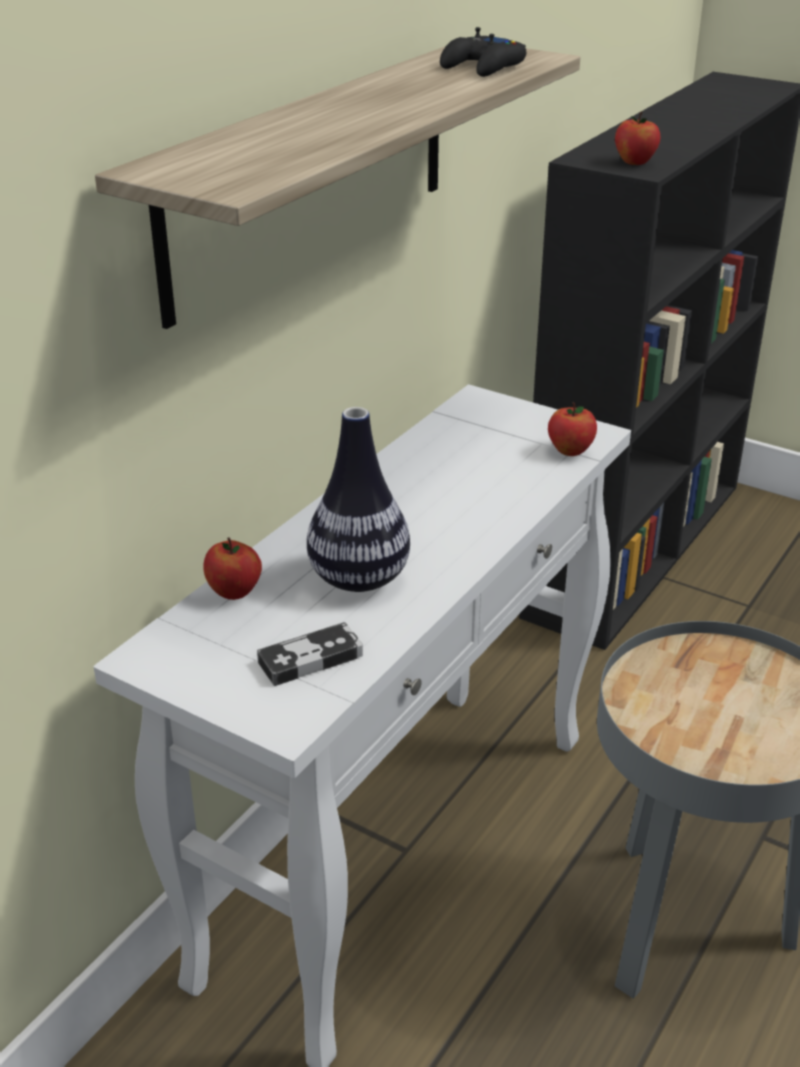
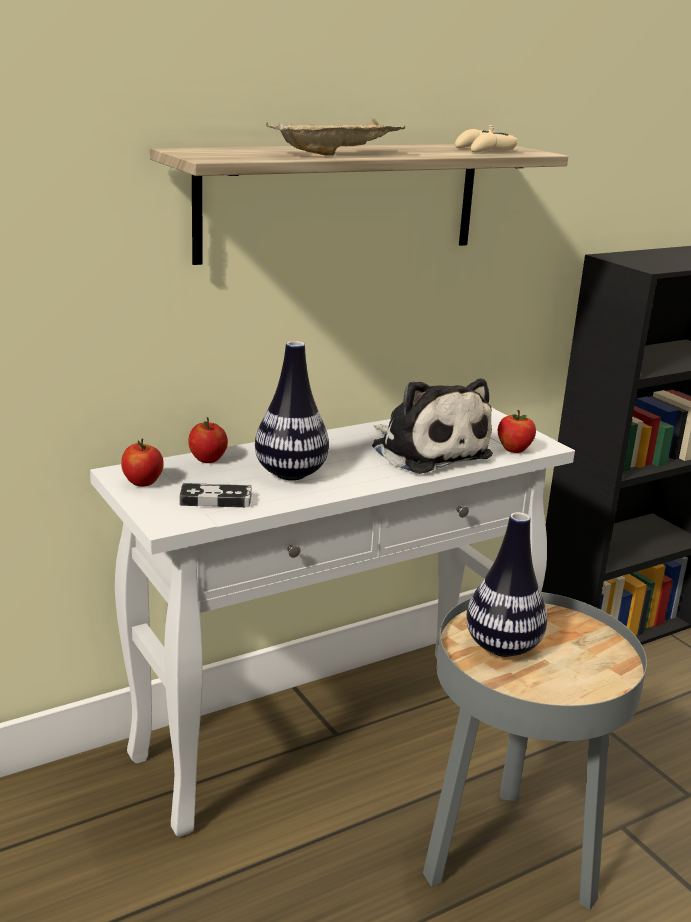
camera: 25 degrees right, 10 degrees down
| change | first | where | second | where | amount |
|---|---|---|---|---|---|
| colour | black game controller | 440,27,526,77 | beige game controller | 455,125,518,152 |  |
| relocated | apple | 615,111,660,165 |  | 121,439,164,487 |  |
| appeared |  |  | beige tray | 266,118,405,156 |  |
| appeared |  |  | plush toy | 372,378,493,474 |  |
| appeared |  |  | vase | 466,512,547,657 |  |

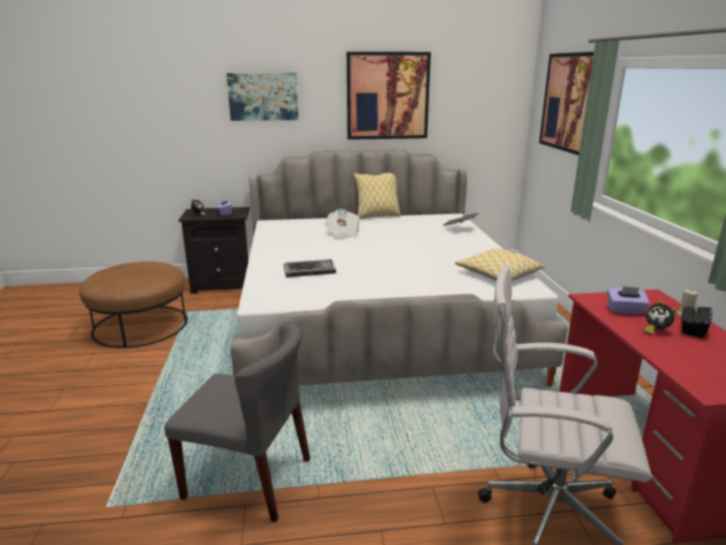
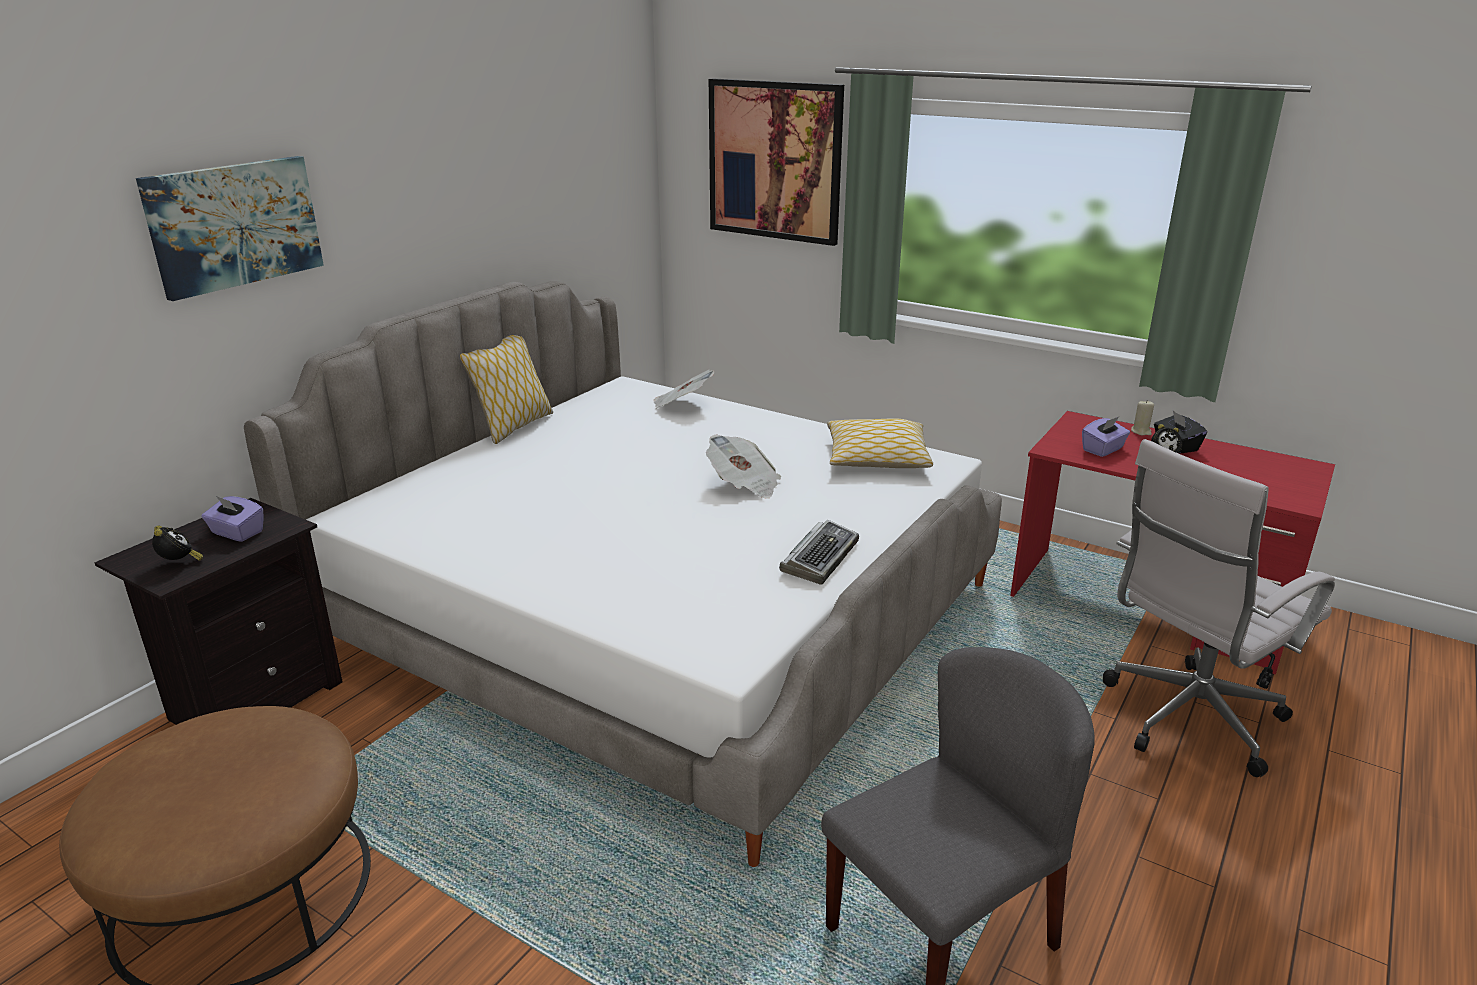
camera: 50 degrees left, 5 degrees up
| change | first | where | second | where | amount |
|---|---|---|---|---|---|
| missing | picture | 347,52,431,140 |  |  |  |
| relocated | newspaper | 325,209,360,240 |  | 706,435,781,499 |  |
| relocated | keyboard | 284,259,336,277 |  | 779,520,859,585 |  |

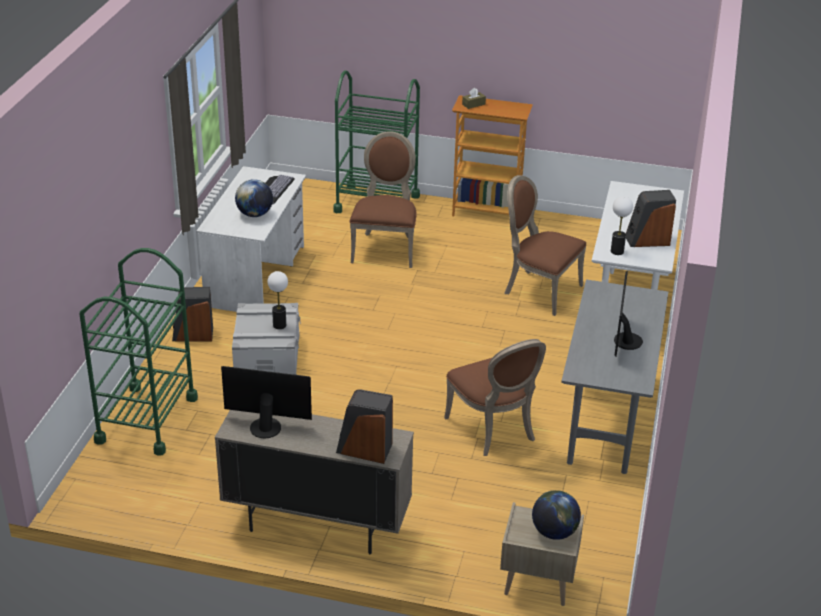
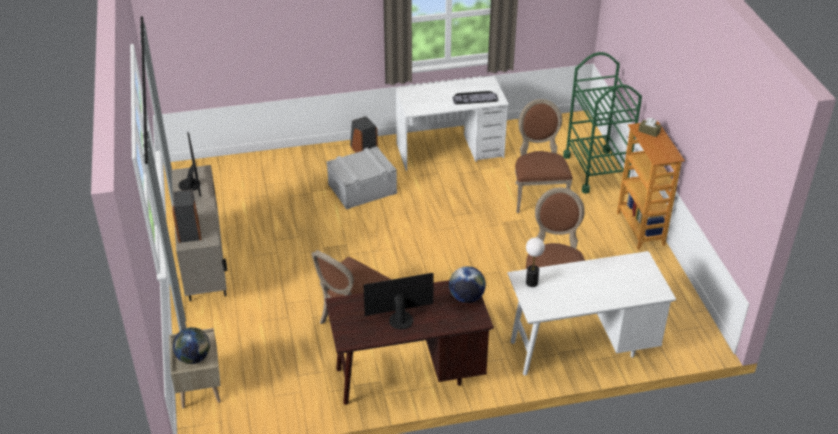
camera: 65 degrees right, 5 degrees up
| change | first | where | second | where | amount |
|---|---|---|---|---|---|
| spun | brown chair | 350,131,417,268 |  | 515,99,573,213 | 75 degrees counterclockwise |
| relocated | globe | 235,179,273,217 |  | 449,266,486,303 |  |
| missing | speaker | 626,190,676,247 |  |  |  |
| missing | green cart | 79,248,198,455 |  |  |  |
| missing | table lamp | 267,271,288,329 |  |  |  |
| colour | grey desk | 561,280,668,474 | brown desk | 325,280,494,405 |  |

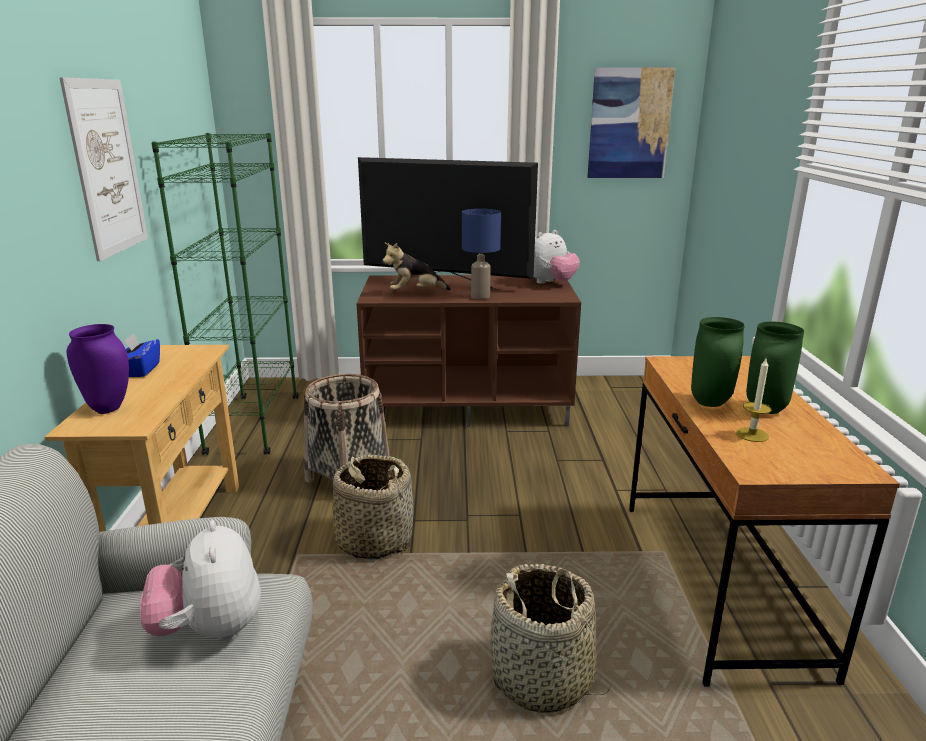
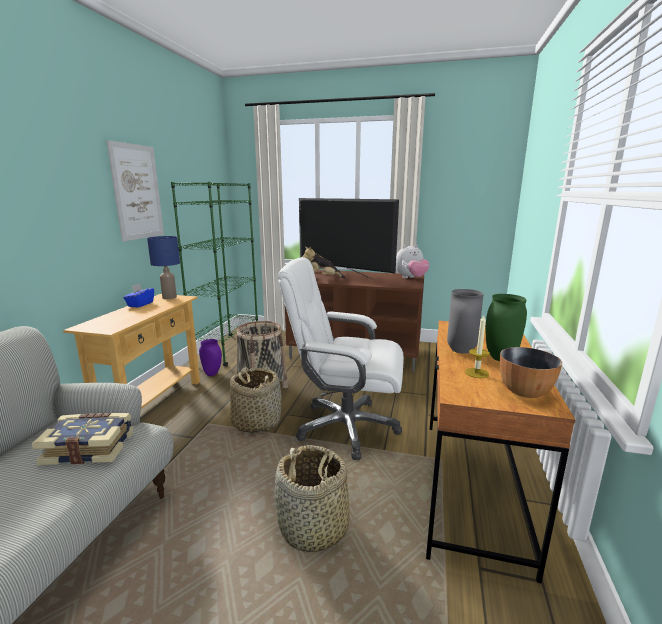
camera: 15 degrees right, 5 degrees down
| change | first | where | second | where | amount |
|---|---|---|---|---|---|
| missing | picture | 588,67,675,178 |  |  |  |
| relocated | blue table lamp | 462,209,501,299 |  | 147,236,180,299 |  |
| colour | green vase | 691,317,745,407 | grey vase | 447,289,484,354 |  |
| relocated | purple vase | 67,324,129,414 |  | 199,339,222,376 |  |
| exchanged | plush toy | 140,520,261,641 | book | 32,413,133,465 |  |
| appeared |  |  | white office chair | 278,257,404,460 |  |
| appeared |  |  | bowl | 500,347,562,398 |  |

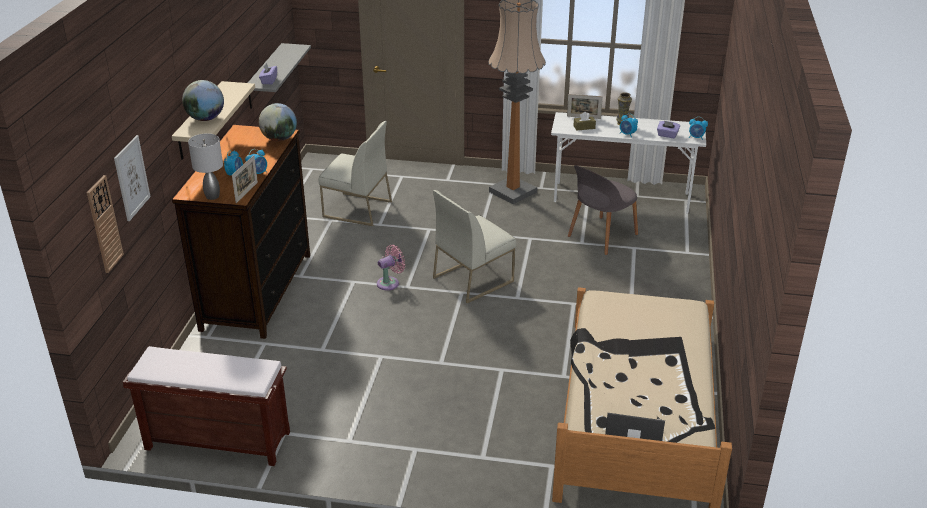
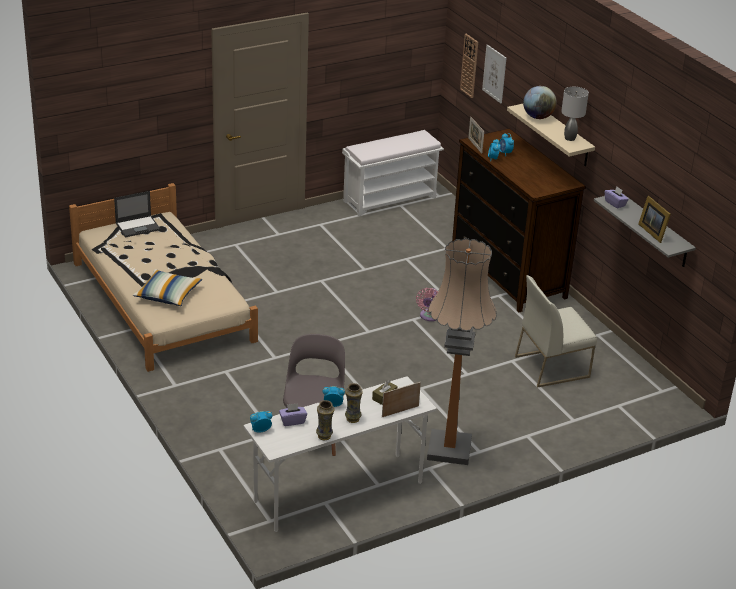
camera: 140 degrees right, 0 degrees up
| change | first | where | second | where | amount |
|---|---|---|---|---|---|
| missing | globe | 259,103,297,141 |  |  |  |
| relocated | grey table lamp | 188,133,223,200 |  | 561,87,589,141 |  |
| missing | white chair | 433,190,516,303 |  |  |  |
| colour | brown bench | 123,346,290,466 | white bench | 342,130,444,216 |  |
| appeared |  |  | picture frame | 638,196,671,243 |  |
| appeared |  |  | pillow | 133,269,202,306 |  |
| appeared |  |  | vase | 316,400,335,440 |  |

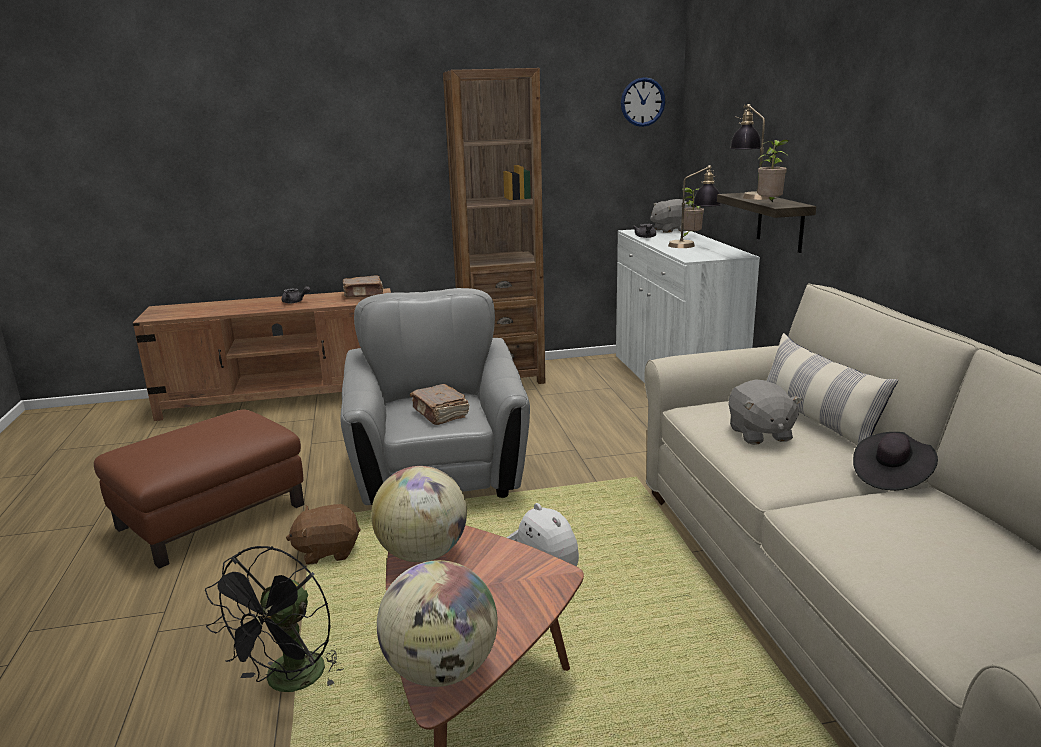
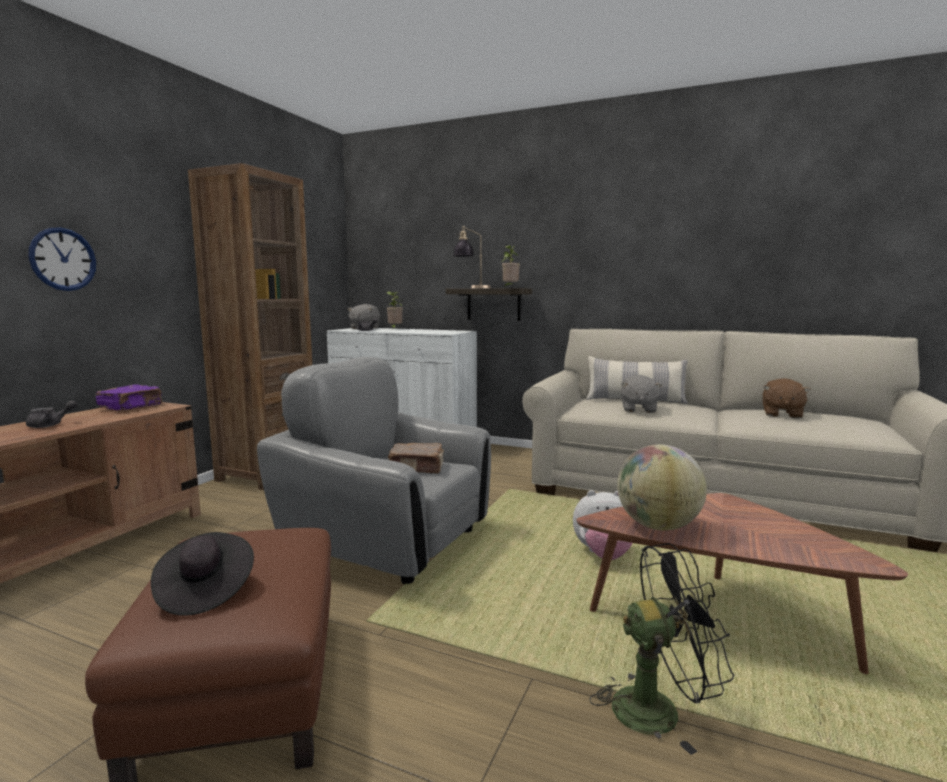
camera: 55 degrees left, 10 degrees down
| change | first | where | second | where | amount |
|---|---|---|---|---|---|
| relocated | wall clock | 621,77,665,127 |  | 29,227,96,291 |  |
| missing | table lamp | 668,165,722,248 |  |  |  |
| colour | brown book | 343,275,383,298 | purple book | 96,384,162,410 |  |
| spun | grey plush toy | 728,379,803,445 |  | 621,375,662,413 | 75 degrees clockwise |
| relocated | black hat | 853,432,938,490 |  | 151,532,254,616 |  |
| relocated | brown plush toy | 286,504,361,565 |  | 763,378,811,419 |  |
| spun | black fan | 205,546,343,692 |  | 590,543,734,755 | 60 degrees counterclockwise |
| missing | globe | 377,560,497,687 |  |  |  |

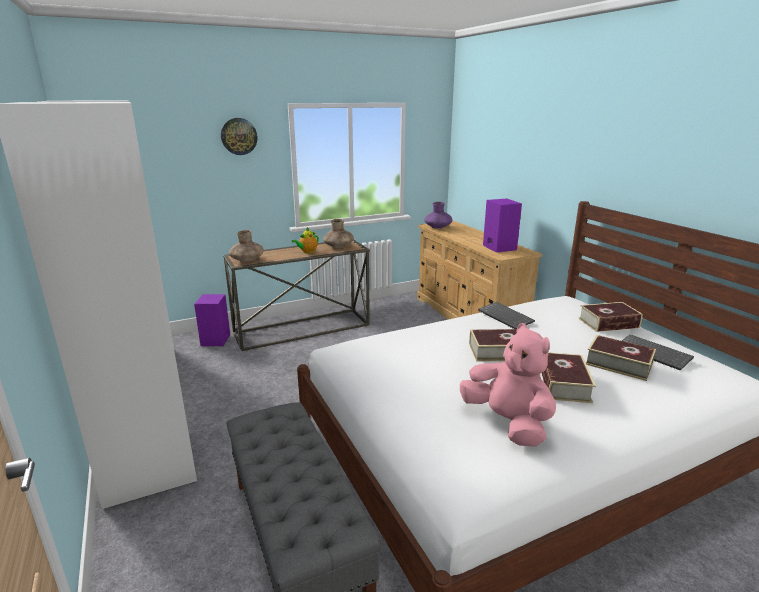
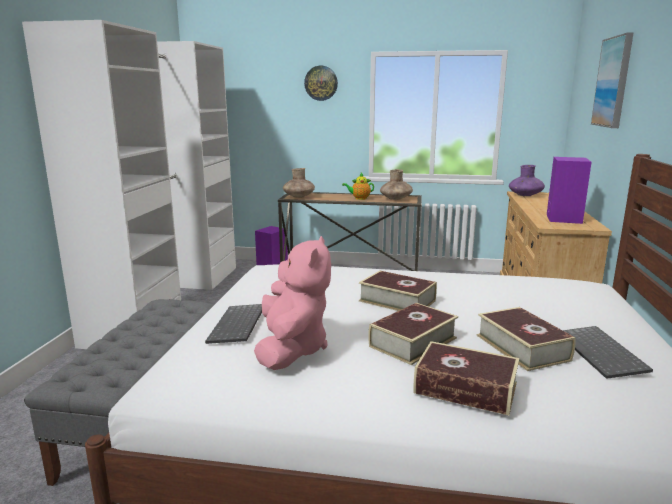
camera: 35 degrees right, 5 degrees down
| change | first | where | second | where | amount |
|---|---|---|---|---|---|
| relocated | keyboard | 478,302,535,329 |  | 205,304,262,344 |  |
| relocated | book | 578,302,643,332 |  | 414,341,519,415 |  |
| appeared |  |  | picture | 591,32,634,128 |  |

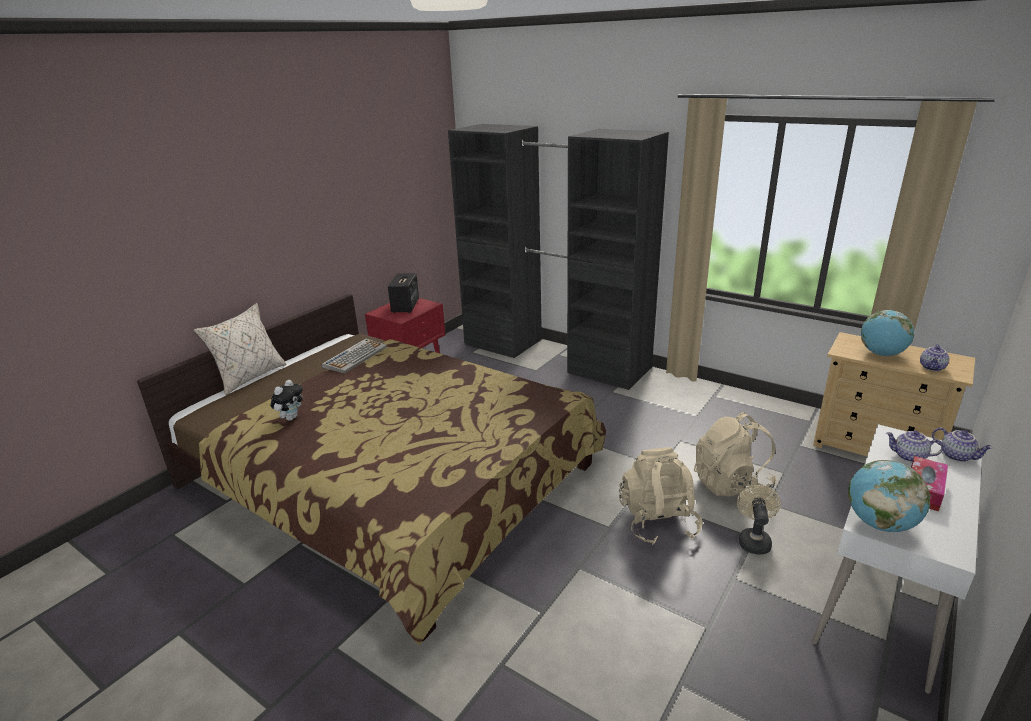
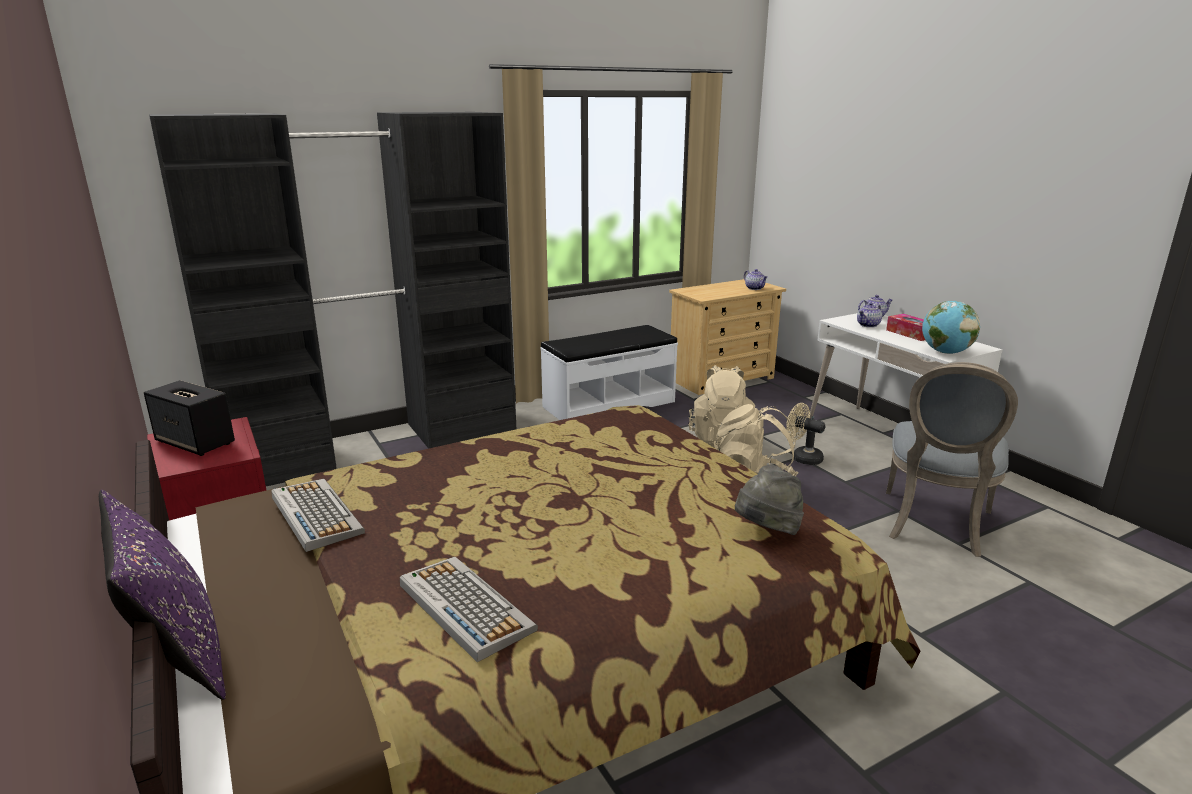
camera: 65 degrees left, 5 degrees down
| change | first | where | second | where | amount |
|---|---|---|---|---|---|
| colour | beige pillow | 193,303,287,395 | purple pillow | 99,490,226,700 |  |
| missing | globe | 861,310,914,356 |  |  |  |
| exchanged | plush toy | 271,380,303,421 | keyboard | 400,557,538,662 |  |
| appeared |  |  | white bench | 540,325,678,420 |  |
| appeared |  |  | grey chair | 886,362,1018,557 |  |
| appeared |  |  | grey hat | 735,465,804,535 |  |

